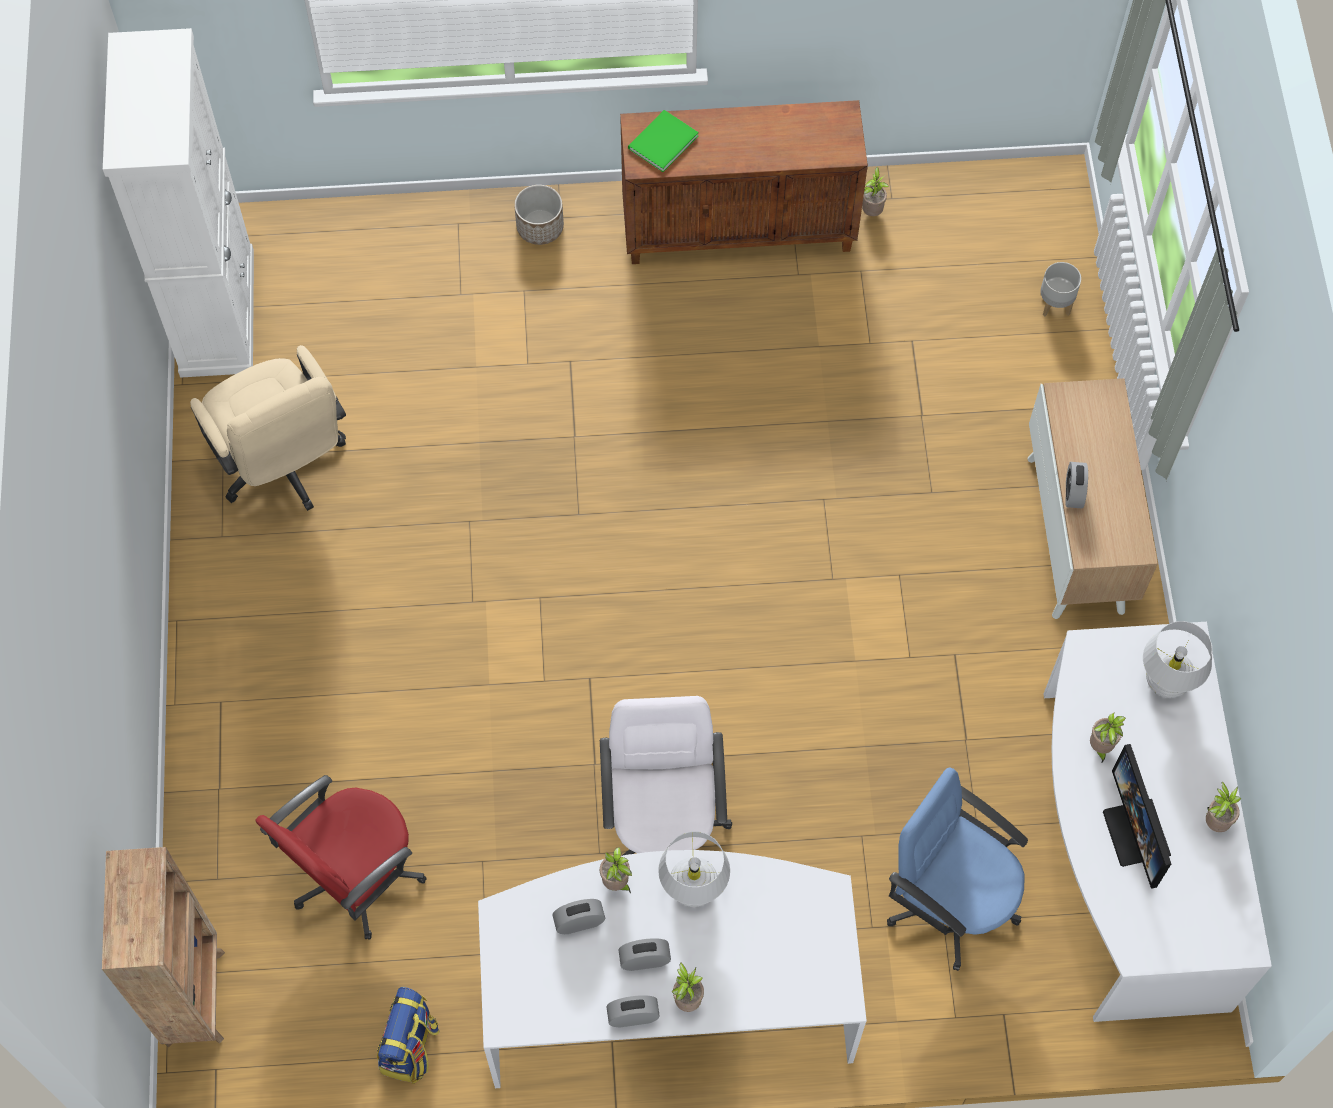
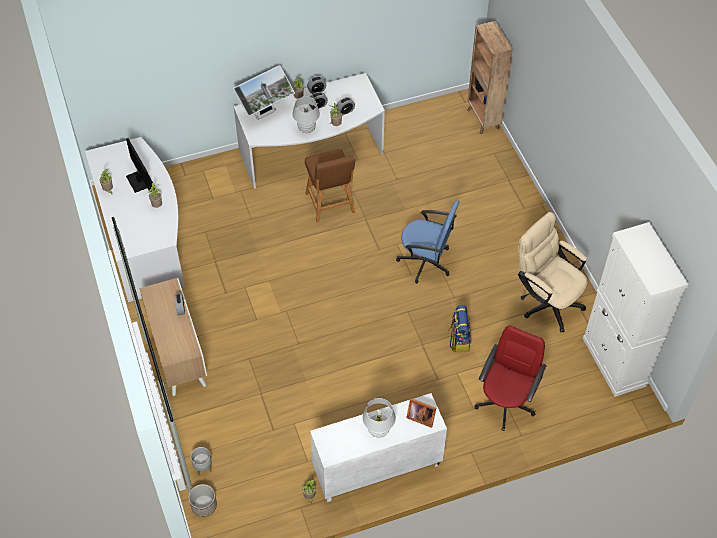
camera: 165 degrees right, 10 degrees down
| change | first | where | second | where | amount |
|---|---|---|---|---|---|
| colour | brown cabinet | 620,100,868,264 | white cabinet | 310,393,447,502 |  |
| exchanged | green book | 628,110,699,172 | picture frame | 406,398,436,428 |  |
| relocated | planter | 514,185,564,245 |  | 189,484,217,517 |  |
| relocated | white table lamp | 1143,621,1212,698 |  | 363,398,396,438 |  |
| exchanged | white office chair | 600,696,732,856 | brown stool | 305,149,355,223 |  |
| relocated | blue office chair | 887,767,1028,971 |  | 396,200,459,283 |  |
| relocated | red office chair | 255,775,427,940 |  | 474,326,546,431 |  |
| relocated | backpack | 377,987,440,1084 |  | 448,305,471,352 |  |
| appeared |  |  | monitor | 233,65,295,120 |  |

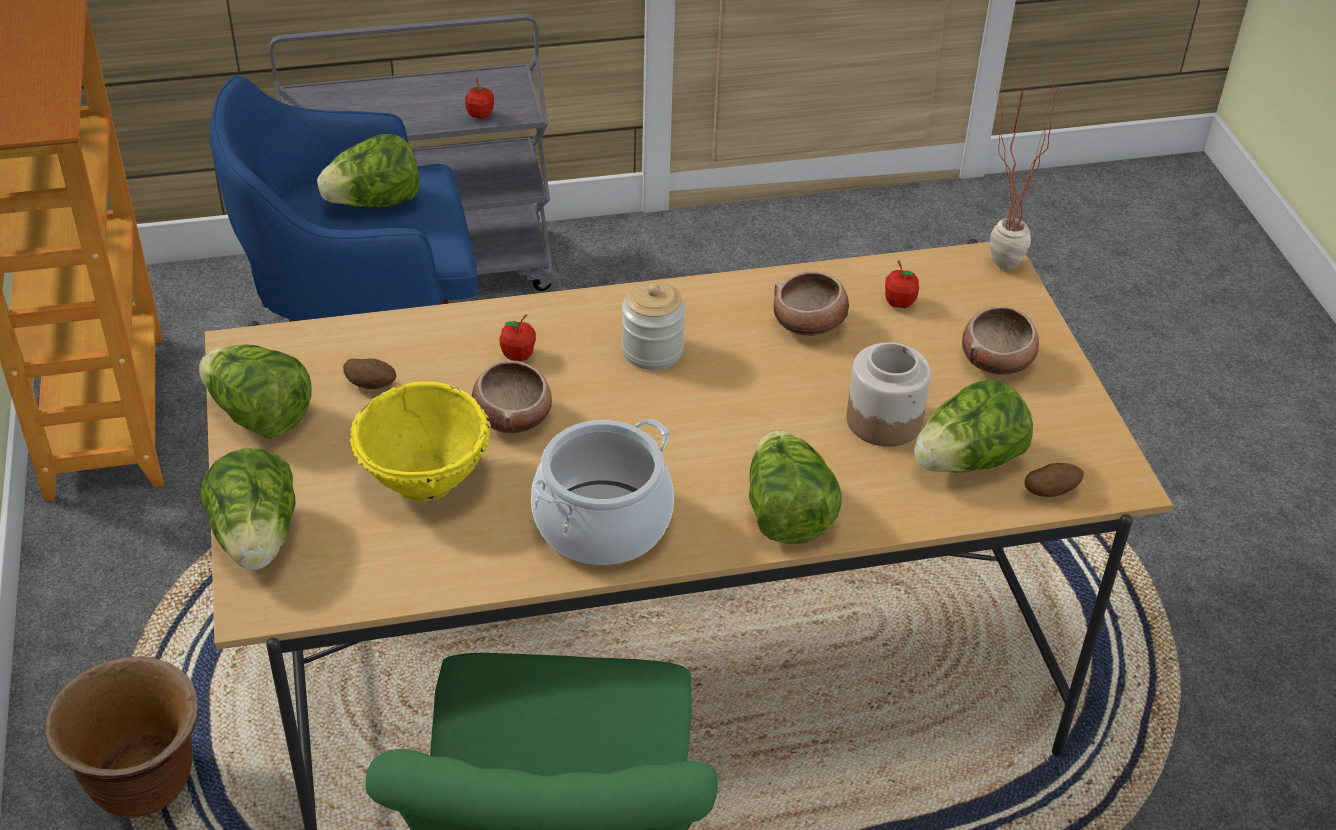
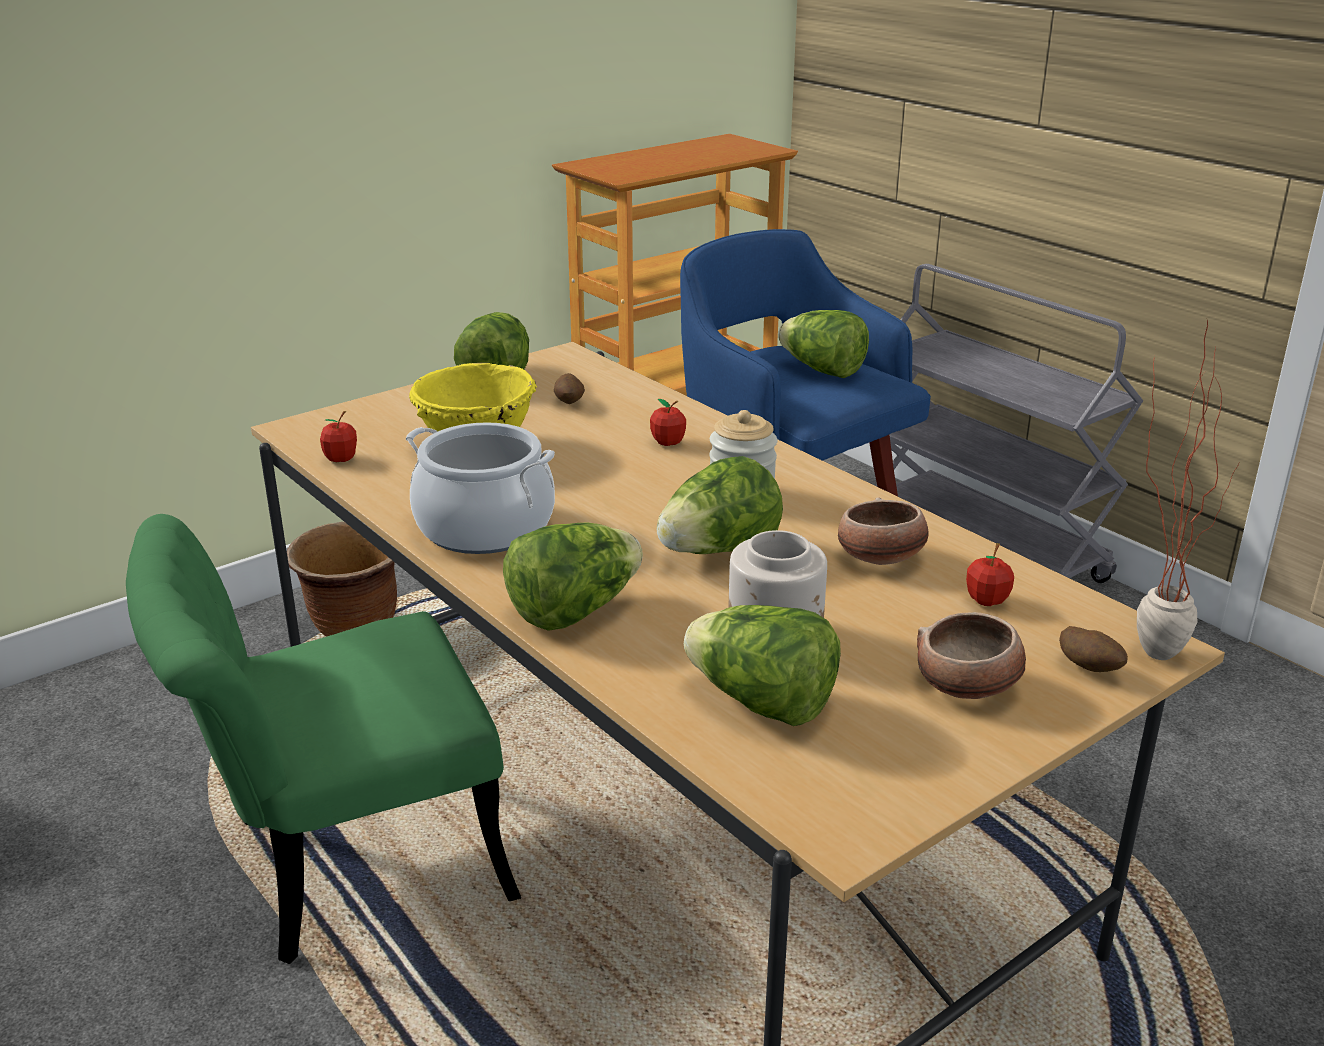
camera: 65 degrees right, 15 degrees down
| change | first | where | second | where | amount |
|---|---|---|---|---|---|
| relocated | apple | 465,78,494,119 |  | 320,411,357,462 |  |
| missing | bowl | 472,361,552,433 |  |  |  |
| relocated | lettuce | 201,448,296,570 |  | 656,456,783,554 |  |
| relocated | potato | 1024,463,1084,497 |  | 1059,626,1128,672 |  |

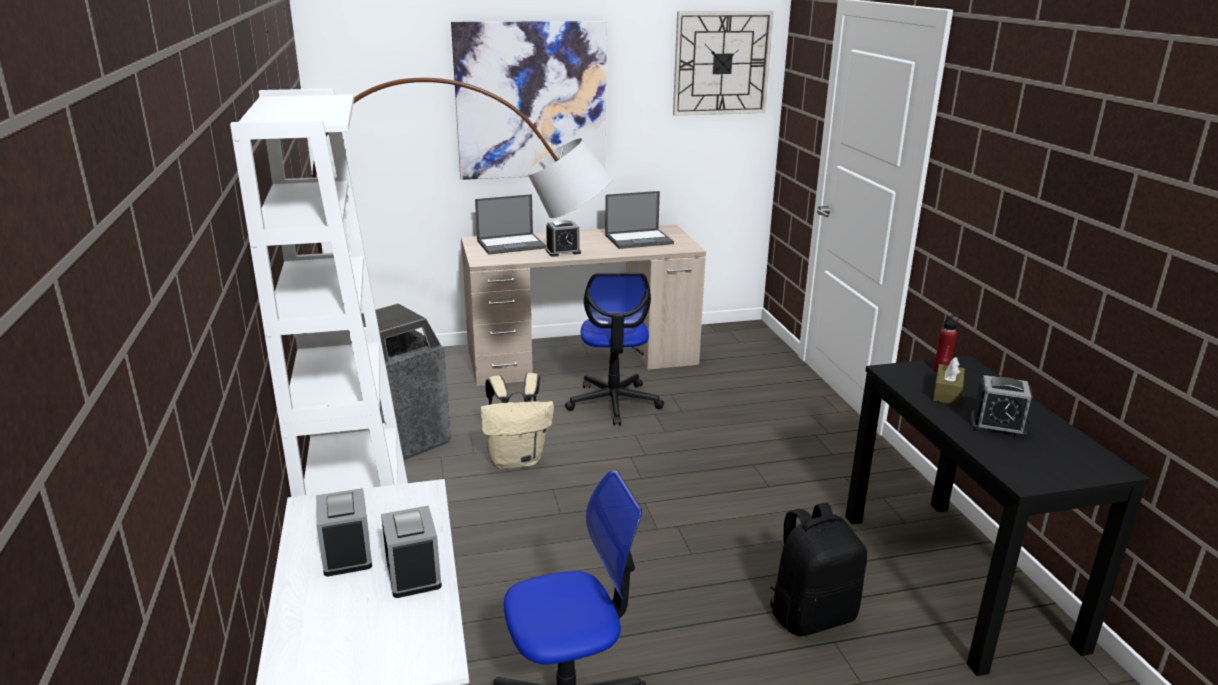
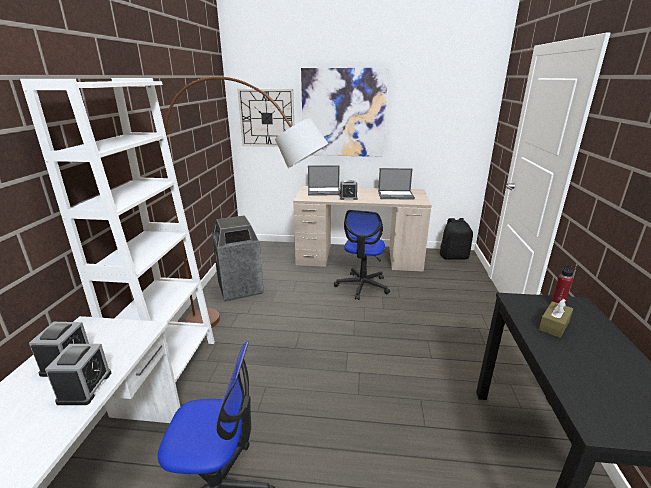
camera: 20 degrees right, 0 degrees up
| change | first | where | second | where | amount |
|---|---|---|---|---|---|
| relocated | wall clock | 673,11,774,116 |  | 237,89,294,147 |  |
| missing | beige backpack | 481,373,554,469 |  |  |  |
| missing | alarm clock | 971,375,1033,438 |  |  |  |
| relocated | black backpack | 770,503,867,636 |  | 440,218,473,260 |  |

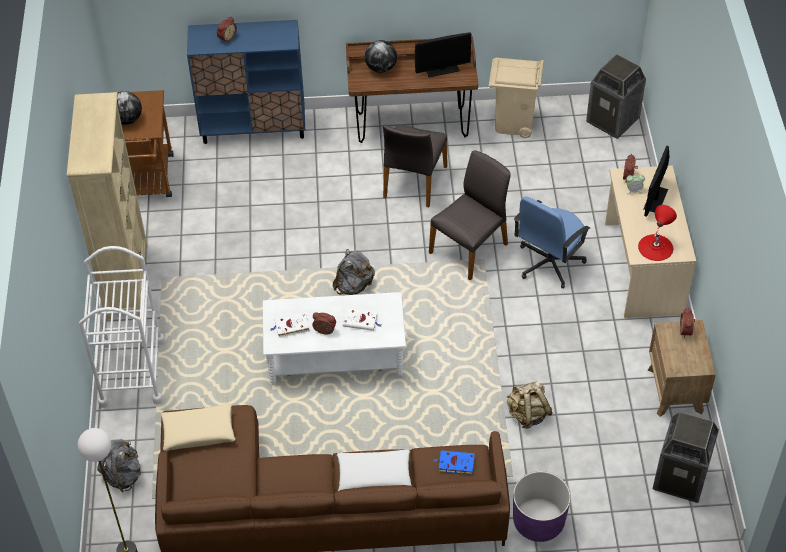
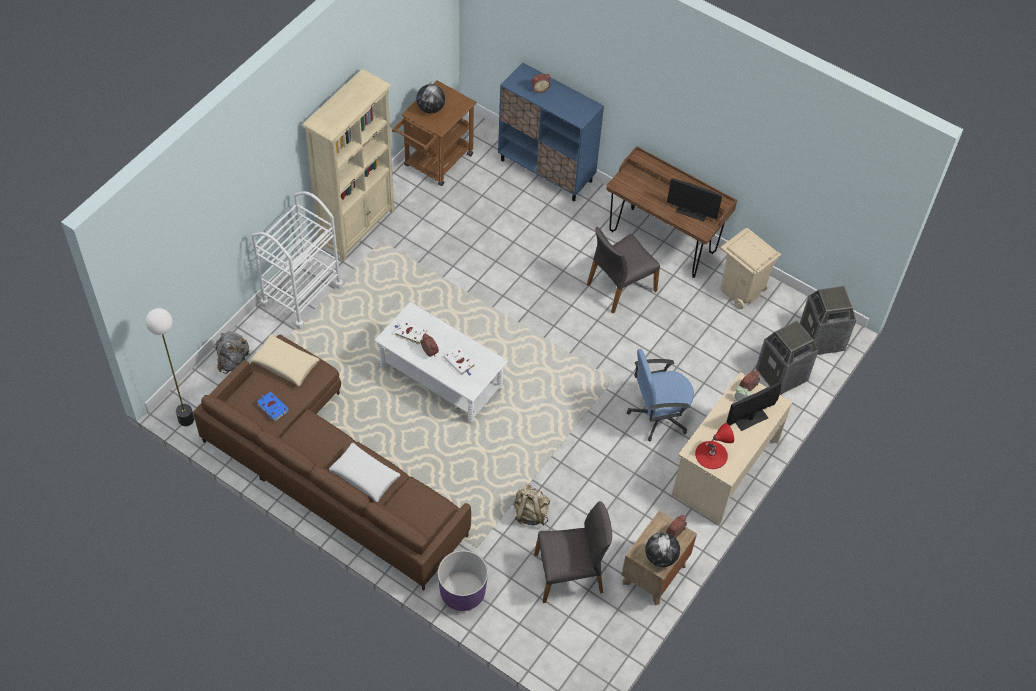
camera: 35 degrees right, 5 degrees up
| change | first | where | second | where | amount |
|---|---|---|---|---|---|
| relocated | globe | 365,40,397,73 |  | 645,532,680,567 |  |
| relocated | grey chair | 429,151,511,280 |  | 534,501,612,603 |  |
| missing | grey backpack | 333,249,375,295 |  |  |  |
| relocated | trash can | 653,412,719,503 |  | 756,321,818,395 |  |
| relocated | blue book | 433,451,475,474 |  | 257,392,289,421 |  |

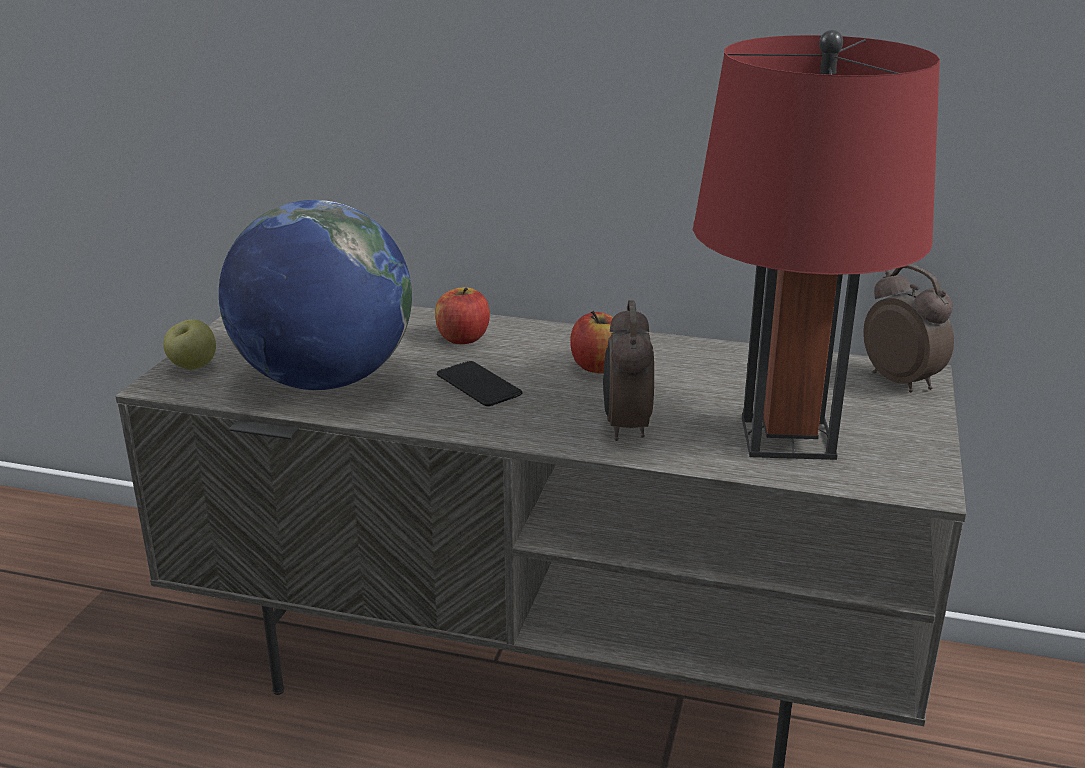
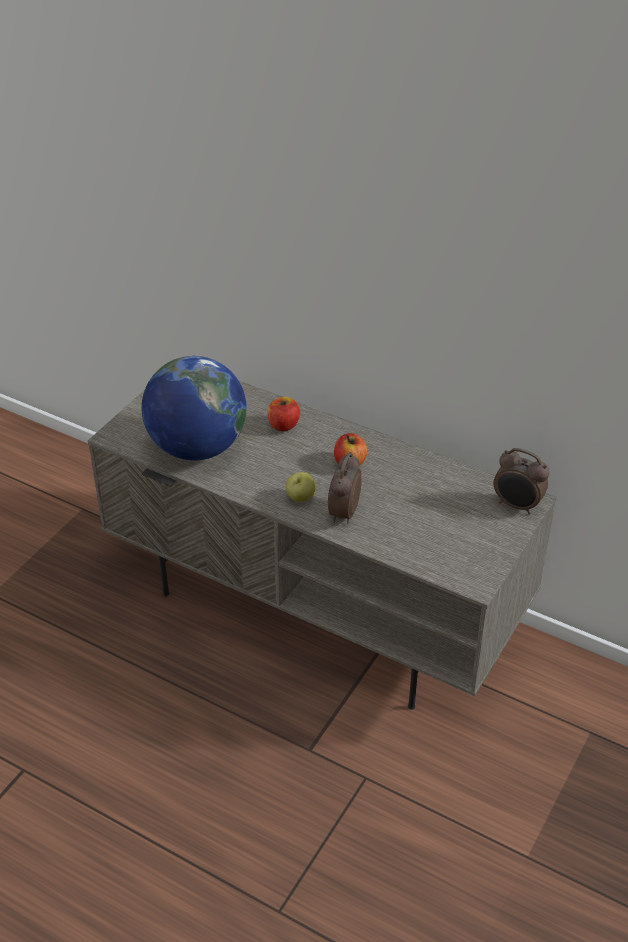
camera: 15 degrees right, 15 degrees up
| change | first | where | second | where | amount |
|---|---|---|---|---|---|
| missing | red table lamp | 693,30,940,460 |  |  |  |
| spun | alarm clock | 863,264,954,392 |  | 494,448,550,514 | 135 degrees clockwise |
| relocated | apple | 163,319,216,370 |  | 286,472,316,502 |  |
| missing | phone | 437,361,522,406 |  |  |  |

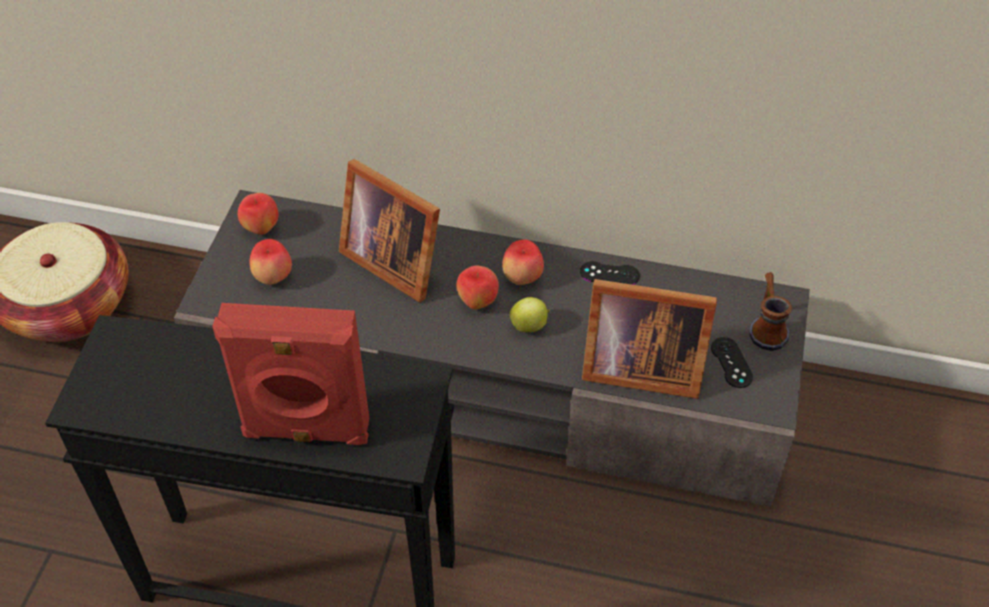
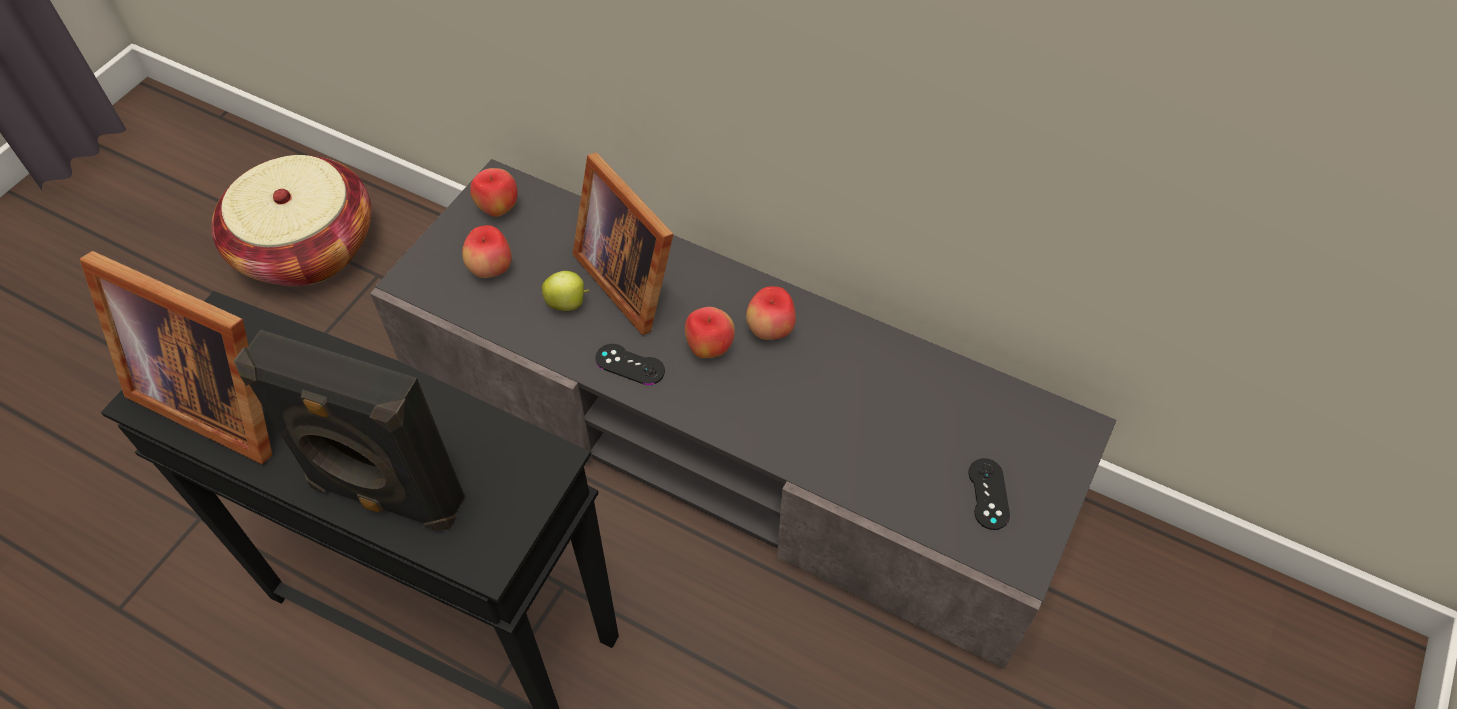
camera: 15 degrees right, 5 degrees up
| change | first | where | second | where | amount |
|---|---|---|---|---|---|
| relocated | black game controller | 580,261,640,285 |  | 595,344,665,385 |  |
| missing | mug | 749,272,793,351 |  |  |  |
| relocated | picture frame | 582,279,717,399 |  | 80,251,272,464 |  |
| relocated | apple | 509,297,550,332 |  | 541,271,590,311 |  |
| colour | red speaker | 212,303,369,445 | black speaker | 234,329,465,531 |  |

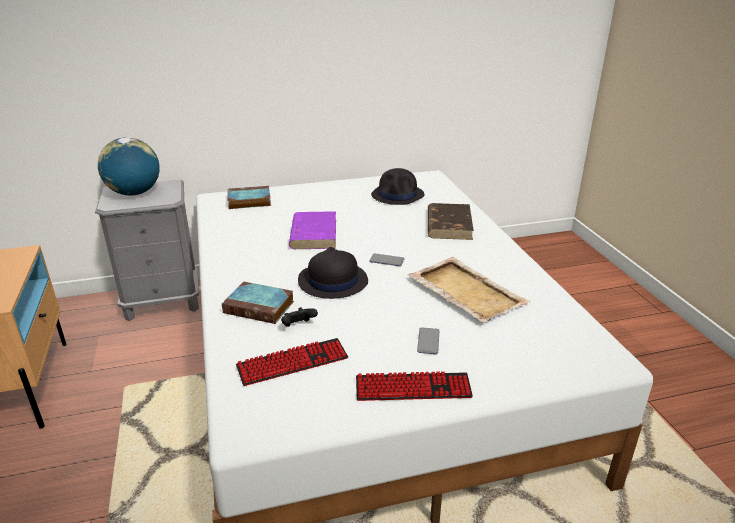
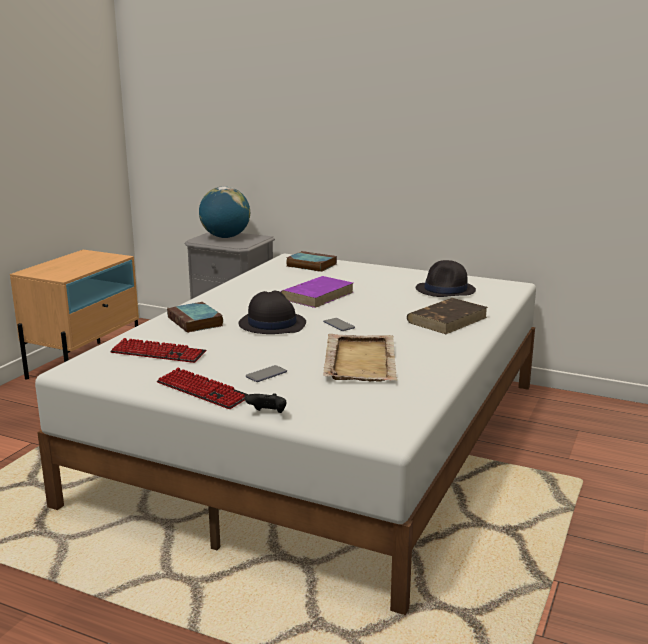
camera: 40 degrees right, 10 degrees down
| change | first | where | second | where | amount |
|---|---|---|---|---|---|
| relocated | black game controller | 281,307,318,327 |  | 245,393,287,413 |  |

